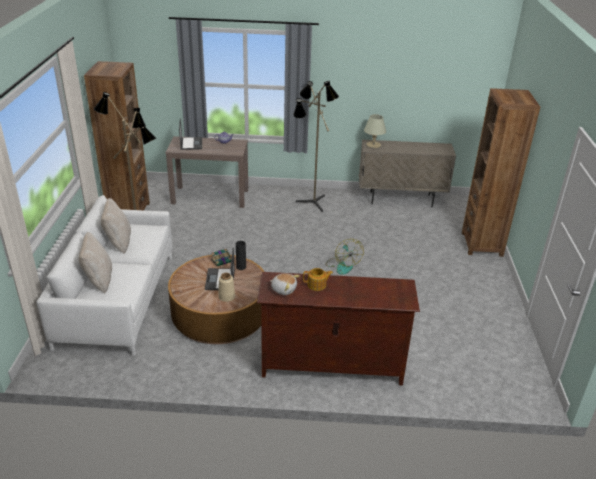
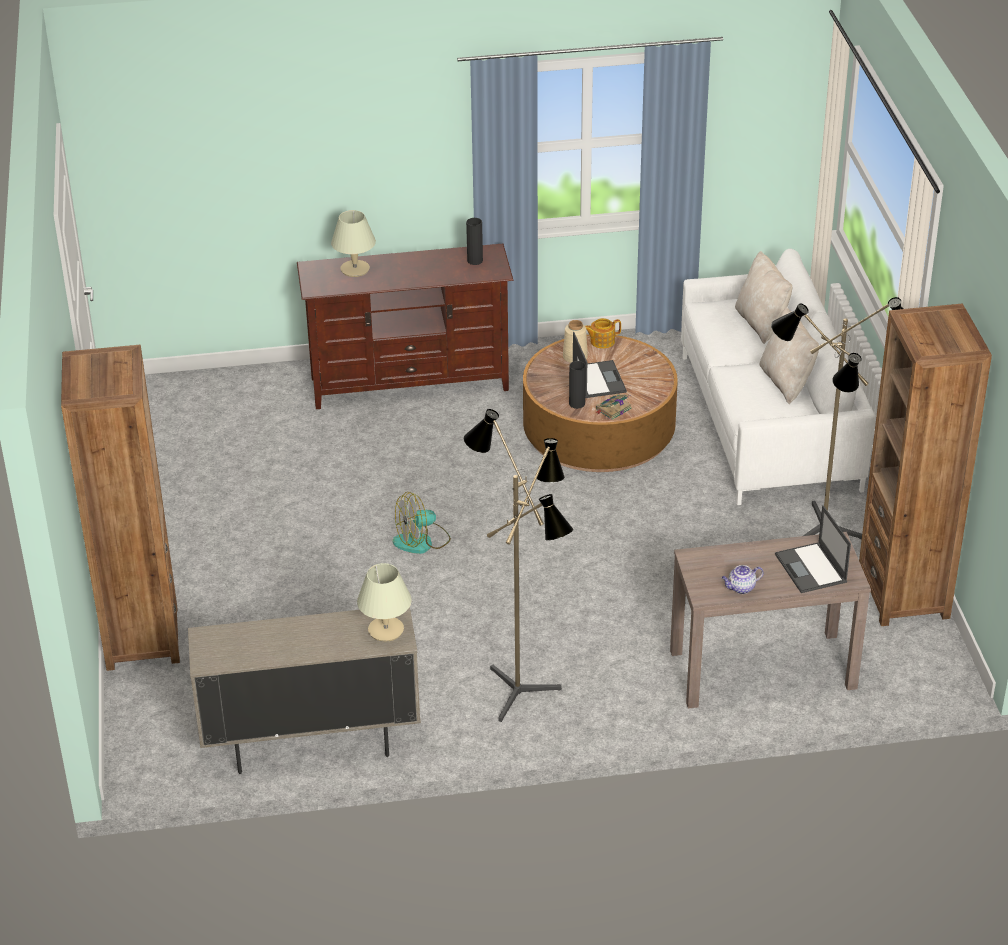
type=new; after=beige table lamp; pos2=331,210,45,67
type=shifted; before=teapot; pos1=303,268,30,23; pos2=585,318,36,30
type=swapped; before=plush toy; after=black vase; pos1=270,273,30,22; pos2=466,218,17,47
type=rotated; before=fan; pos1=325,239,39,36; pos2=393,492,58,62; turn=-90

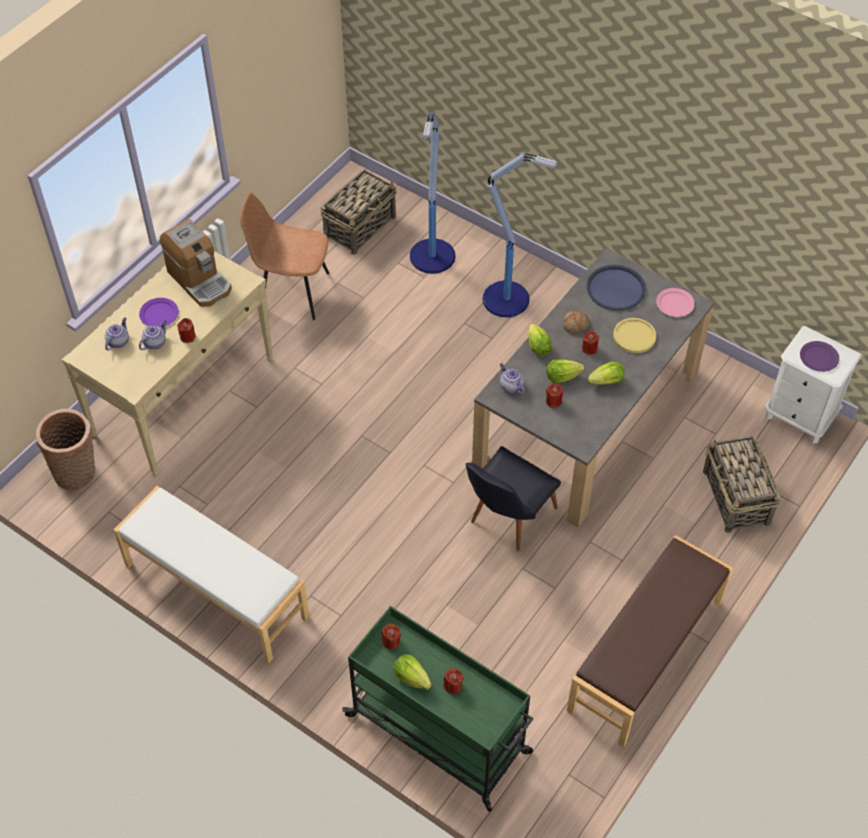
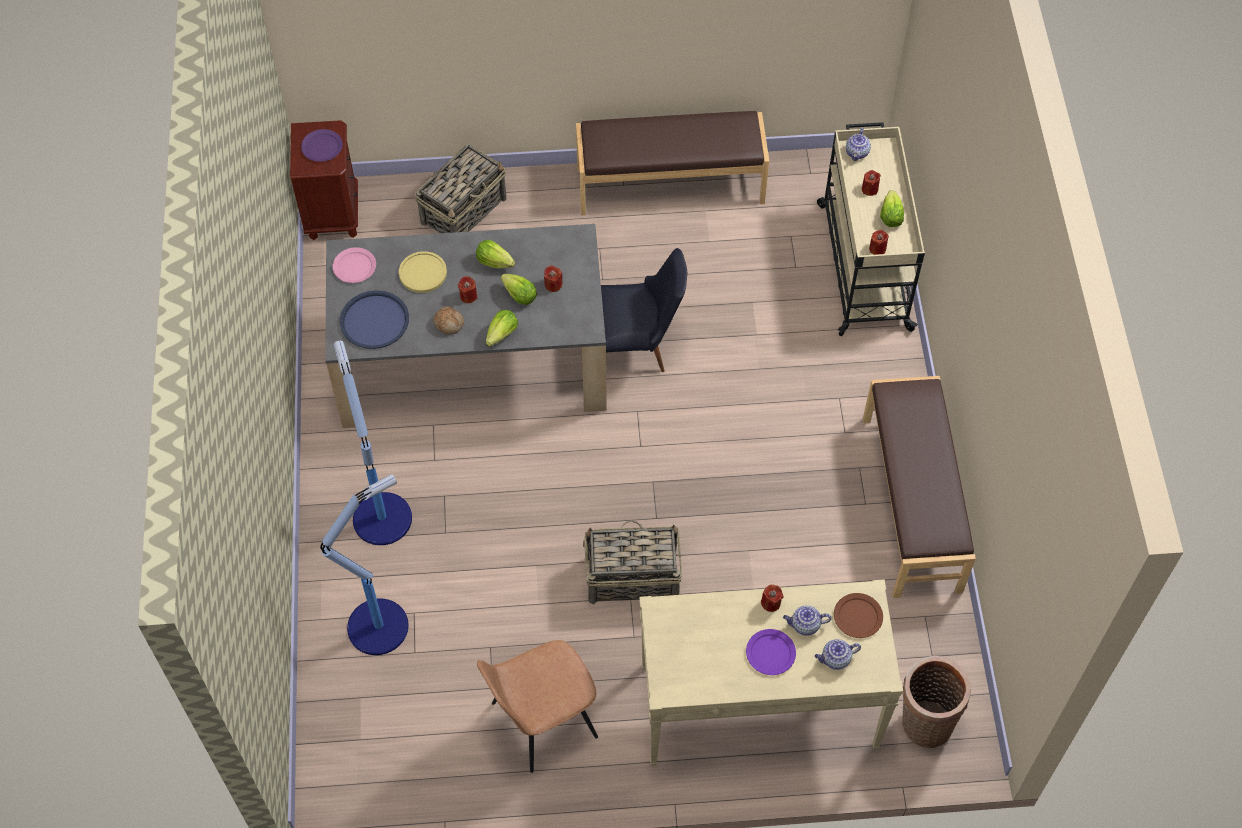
type=gone; before=coffee machine; pos1=160,219,72,88
type=new; after=brown plate; pos2=834,593,49,45
type=shifted; before=basket; pos1=320,169,77,86; pos2=583,520,99,84
type=shifted; before=teapot; pos1=500,363,25,32; pos2=846,128,25,33
type=repainted; before=white bench; after=brown bench; pos1=113,486,197,177; pos2=863,376,113,222
type=repainted; before=green cart; after=beige cart; pos1=342,606,191,206; pos2=817,122,108,214
type=repainted; before=white nightstand; after=brown nightstand; pos1=765,326,97,118; pos2=290,120,68,120
type=rotated; before=brown chair; pos1=240,193,89,127; pos2=477,640,121,133; turn=90

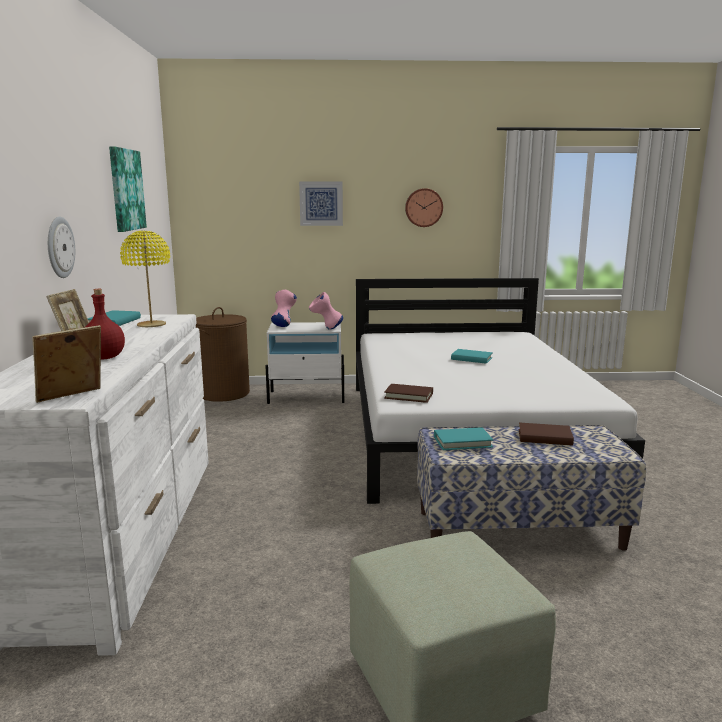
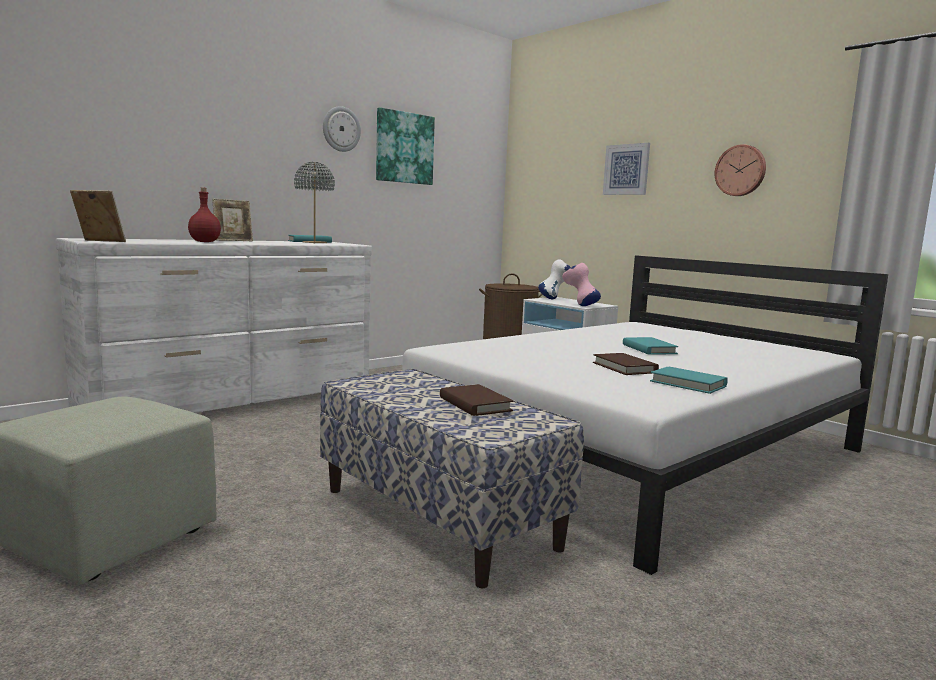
type=shifted; before=wall clock; pos1=48,217,27,61; pos2=323,106,38,46
type=shifted; before=brown book; pos1=384,384,49,19; pos2=593,353,66,22
type=shifted; before=turquoise book; pos1=434,427,59,23; pos2=650,367,78,27
type=repainted; before=yellow table lamp; after=grey table lamp; pos1=120,230,50,97; pos2=294,162,41,82
type=repainted; before=pink vase; after=white vase; pos1=271,290,26,37; pos2=538,259,33,40

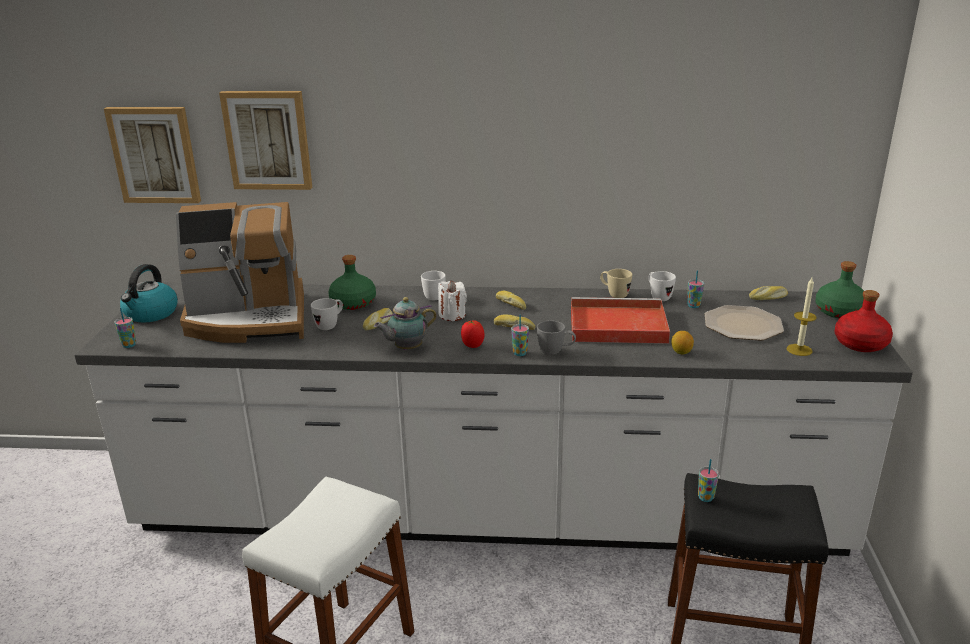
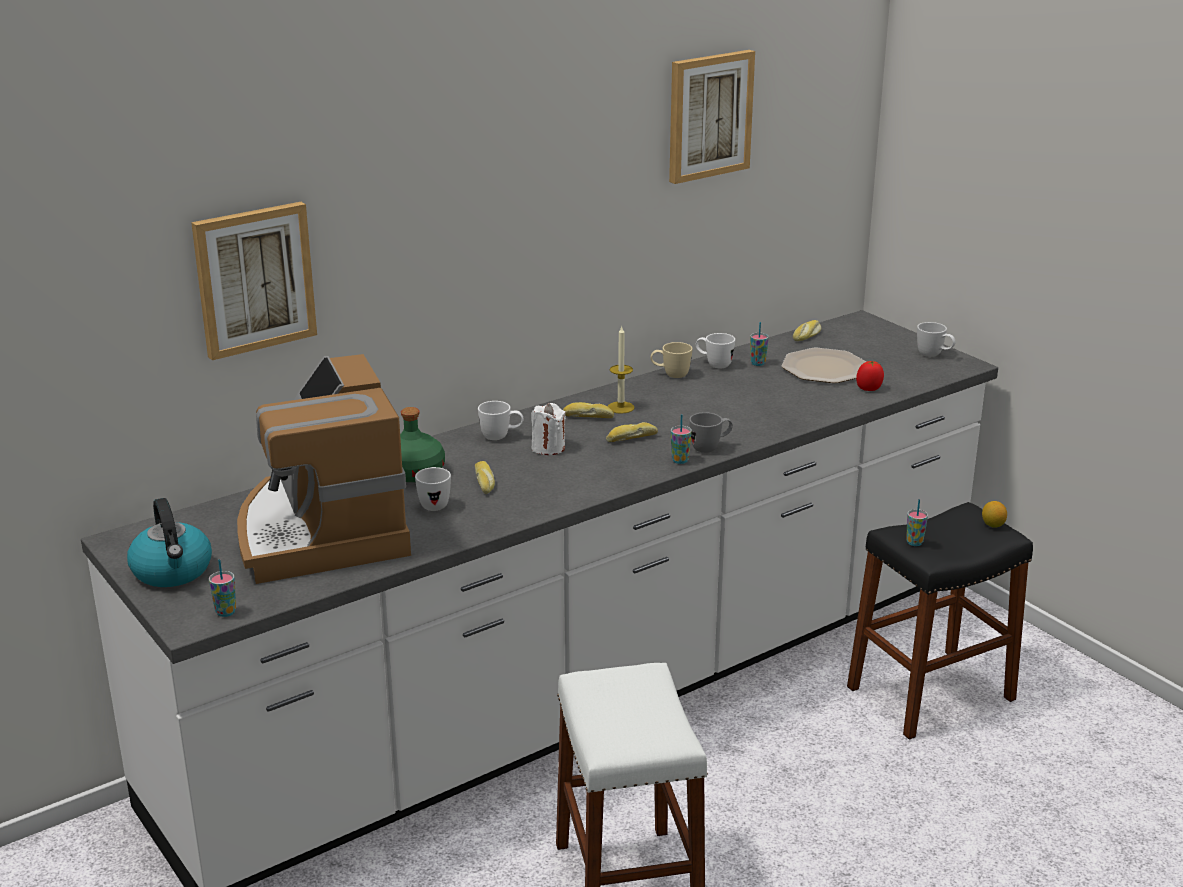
type=gone; before=teapot; pos1=374,297,63,53
type=gone; before=red tray; pos1=571,297,99,47
type=gone; before=green bottle; pos1=815,261,49,58
type=shifted; before=picture; pos1=104,107,97,96; pos2=669,50,86,134
type=shifted; before=tomato; pos1=461,320,24,28; pos2=856,361,28,30
type=shifted; before=lemon; pos1=671,331,23,24; pos2=982,501,25,27
type=shifted; before=candle; pos1=787,278,30,78; pos2=608,325,27,89
type=swapped; before=red bottle; after=white mug; pos1=834,290,59,62; pos2=917,322,39,35
type=rotated; before=coffee machine; pos1=176,202,128,141; pos2=237,354,174,230; turn=120

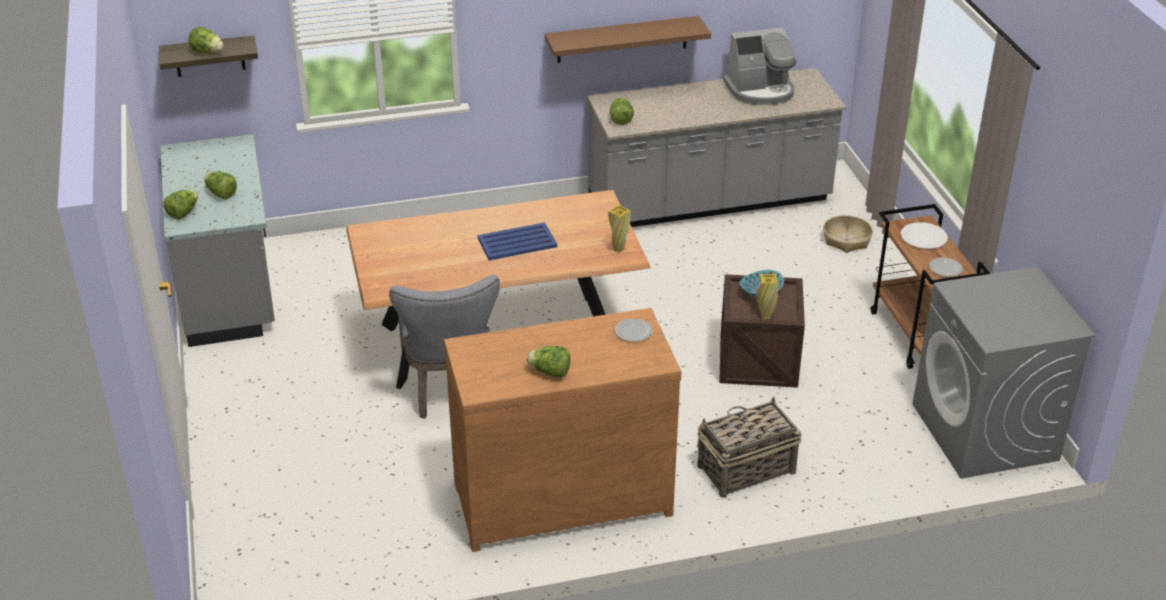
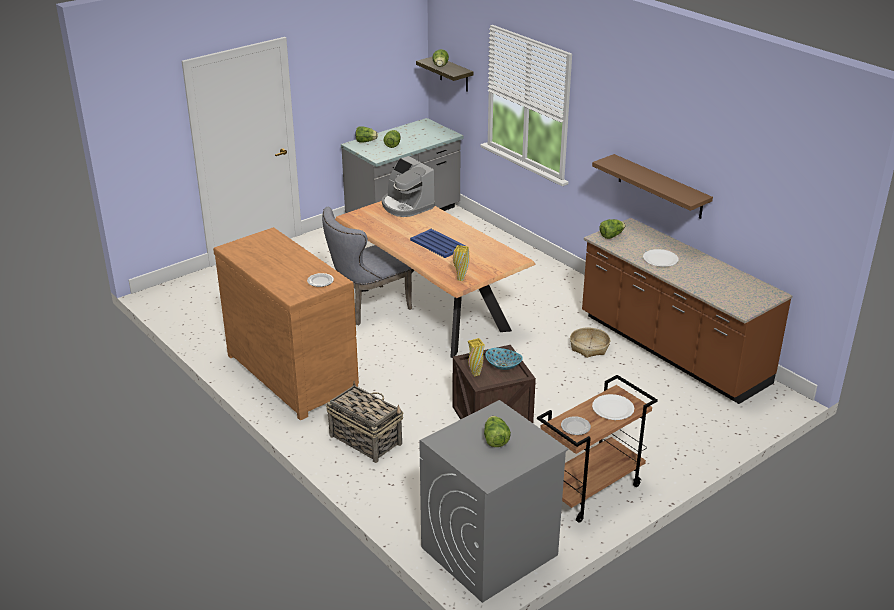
type=new; after=white plate; pos2=643,249,36,18
type=shifted; before=lettuce; pos1=526,346,44,32; pos2=484,416,27,31
type=shifted; before=coffee machine; pos1=723,27,73,78; pos2=382,156,53,61
type=shifted; before=basket; pos1=823,215,50,38; pos2=570,328,40,30
type=repainted; before=grey counter; after=brown counter; pos1=587,68,259,159; pos2=582,218,211,186

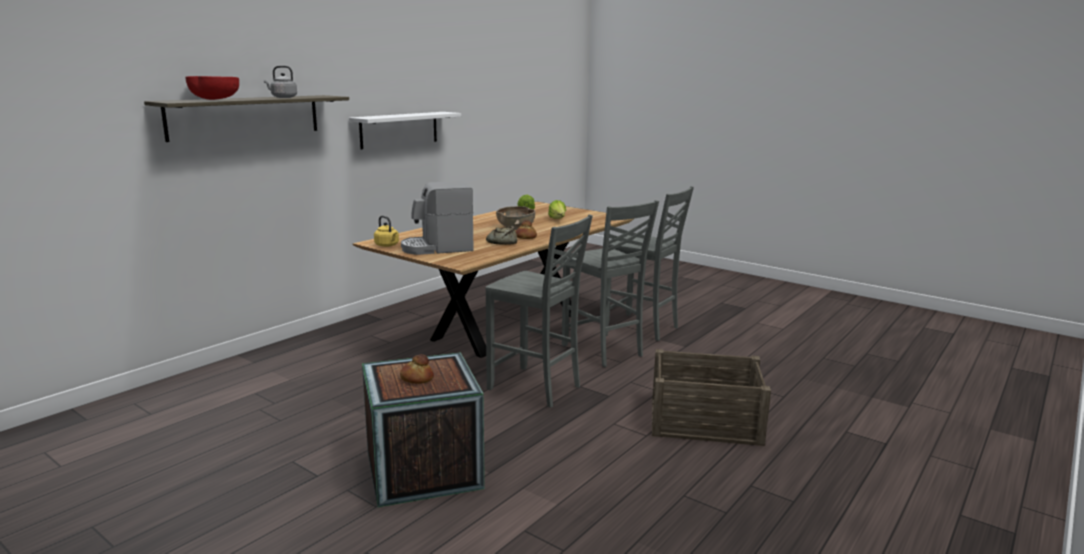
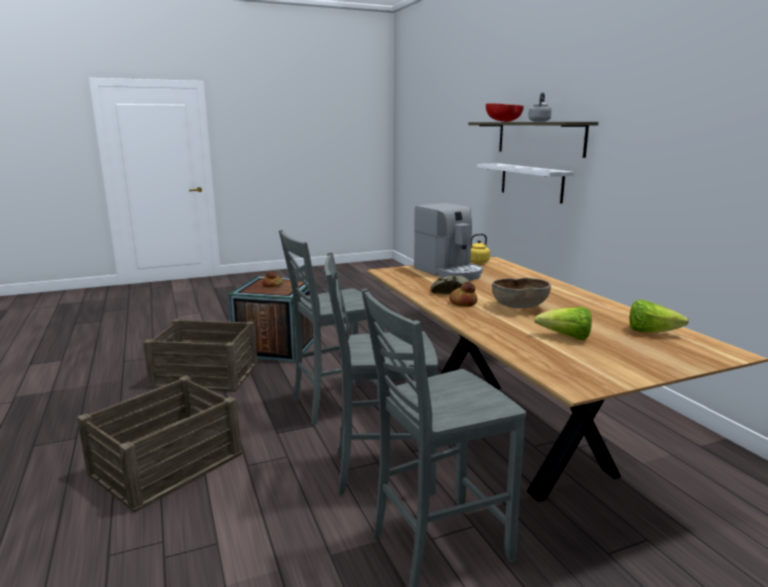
type=new; after=crate; pos2=143,319,115,73
type=shifted; before=white shelf; pos1=349,112,112,37; pos2=477,163,97,41
type=rotated; before=coffee machine; pos1=401,181,73,74; pos2=414,203,68,78; turn=135

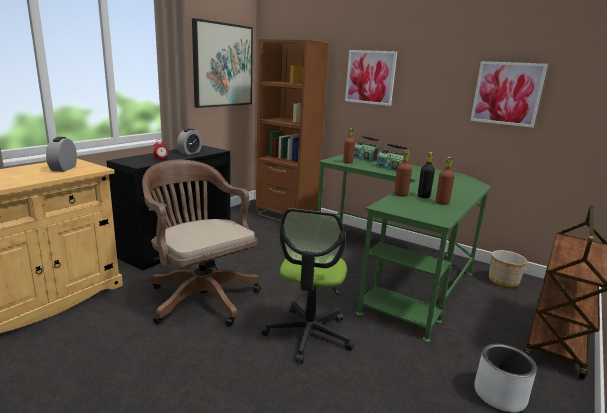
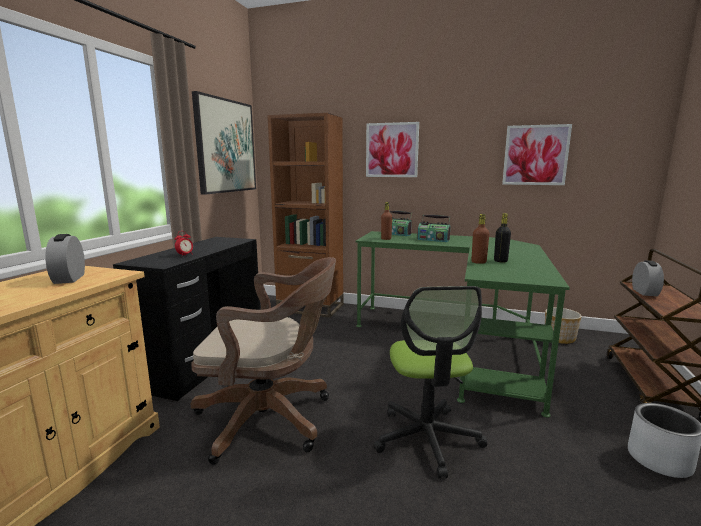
type=gone; before=brown bottle; pos1=436,157,19,48
type=shifted; before=alarm clock; pos1=177,129,25,26; pos2=632,260,32,36
type=rotated; before=brown office chair; pos1=142,160,119,167; pos2=191,257,145,208; turn=150

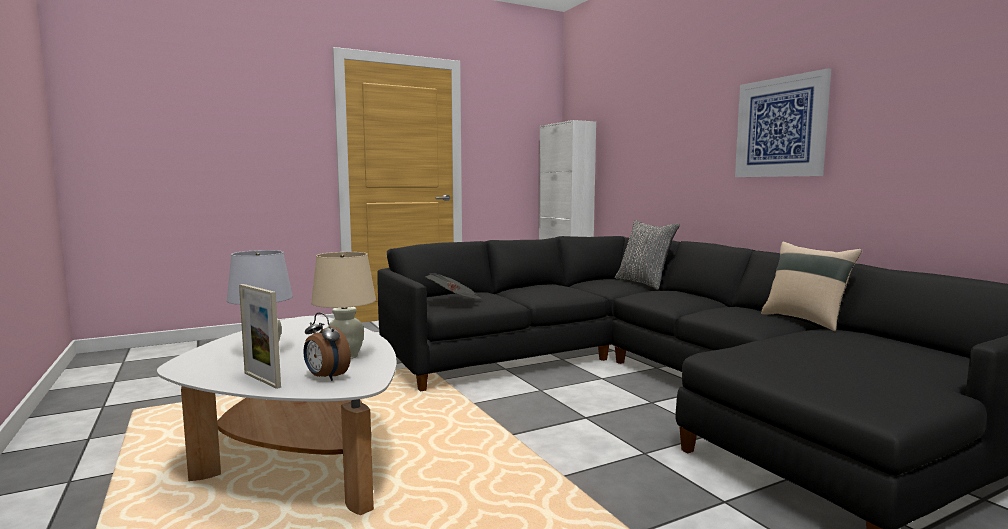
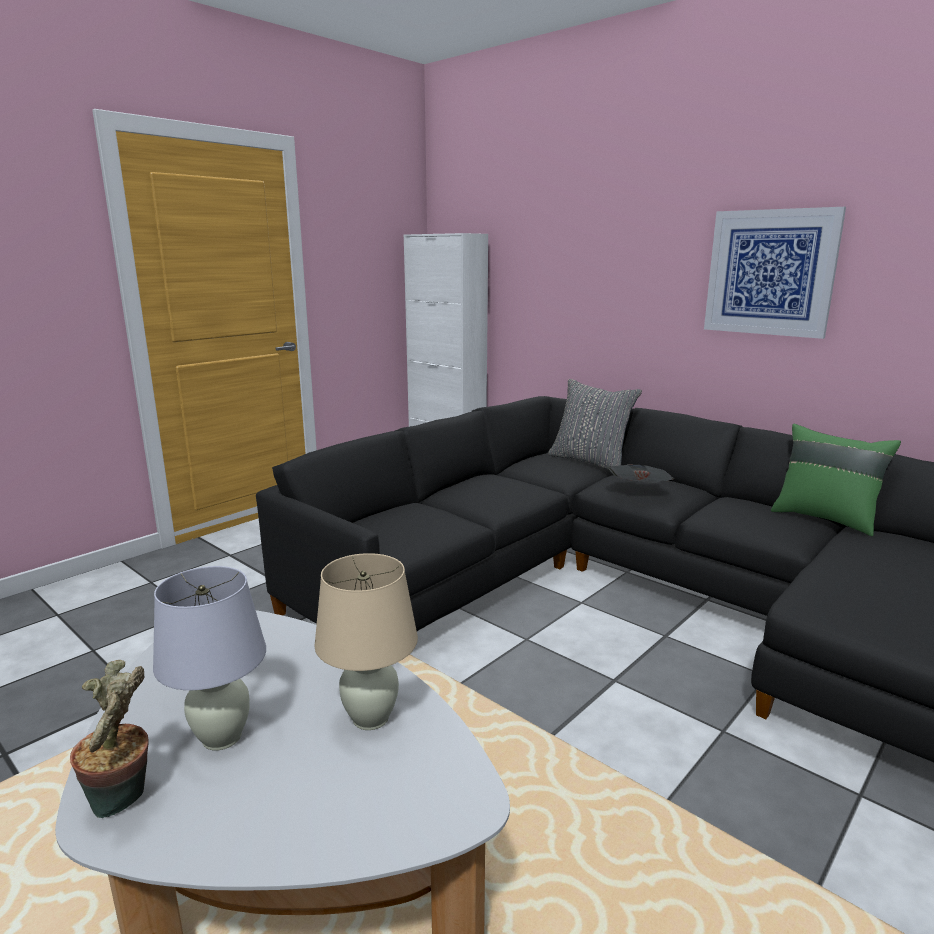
type=gone; before=picture frame; pos1=239,284,42,105
type=gone; before=alarm clock; pos1=303,312,48,69
type=new; after=potted plant; pos2=70,660,79,158
type=shifted; before=newspaper; pos1=425,273,56,26; pos2=606,465,68,18
type=repainted; before=beige pillow; after=green pillow; pos1=761,241,101,90; pos2=771,424,130,112

